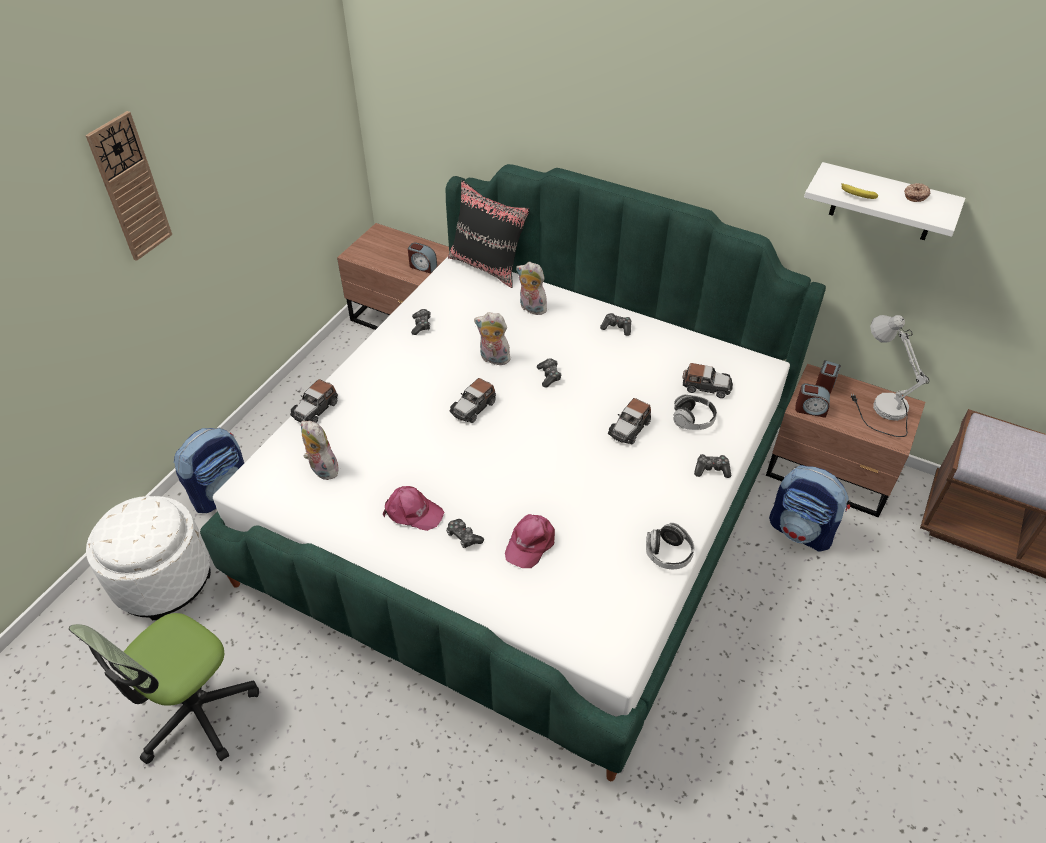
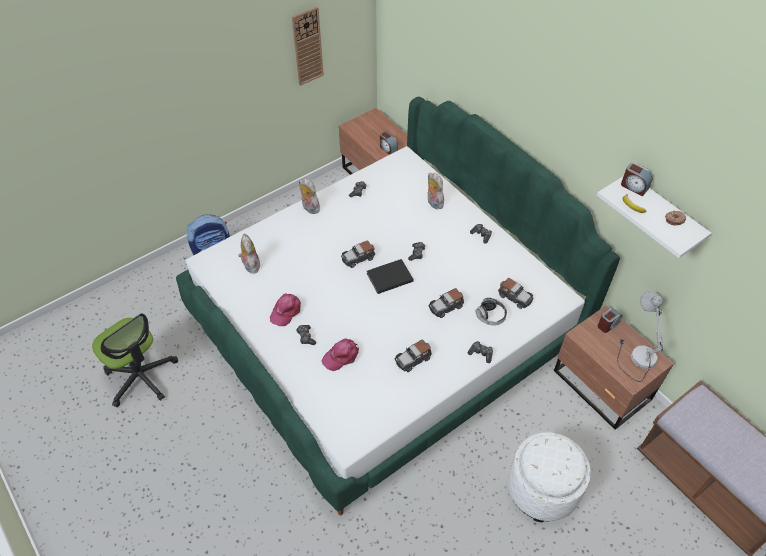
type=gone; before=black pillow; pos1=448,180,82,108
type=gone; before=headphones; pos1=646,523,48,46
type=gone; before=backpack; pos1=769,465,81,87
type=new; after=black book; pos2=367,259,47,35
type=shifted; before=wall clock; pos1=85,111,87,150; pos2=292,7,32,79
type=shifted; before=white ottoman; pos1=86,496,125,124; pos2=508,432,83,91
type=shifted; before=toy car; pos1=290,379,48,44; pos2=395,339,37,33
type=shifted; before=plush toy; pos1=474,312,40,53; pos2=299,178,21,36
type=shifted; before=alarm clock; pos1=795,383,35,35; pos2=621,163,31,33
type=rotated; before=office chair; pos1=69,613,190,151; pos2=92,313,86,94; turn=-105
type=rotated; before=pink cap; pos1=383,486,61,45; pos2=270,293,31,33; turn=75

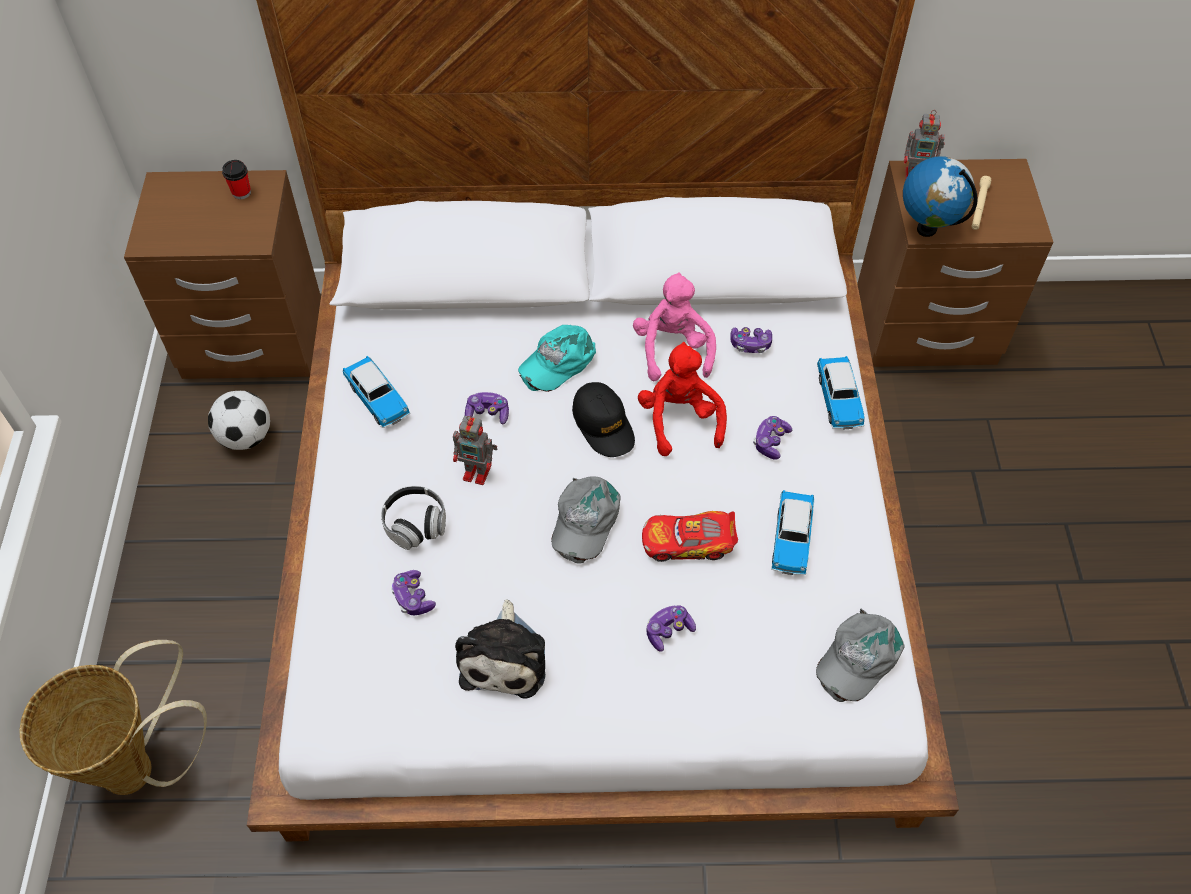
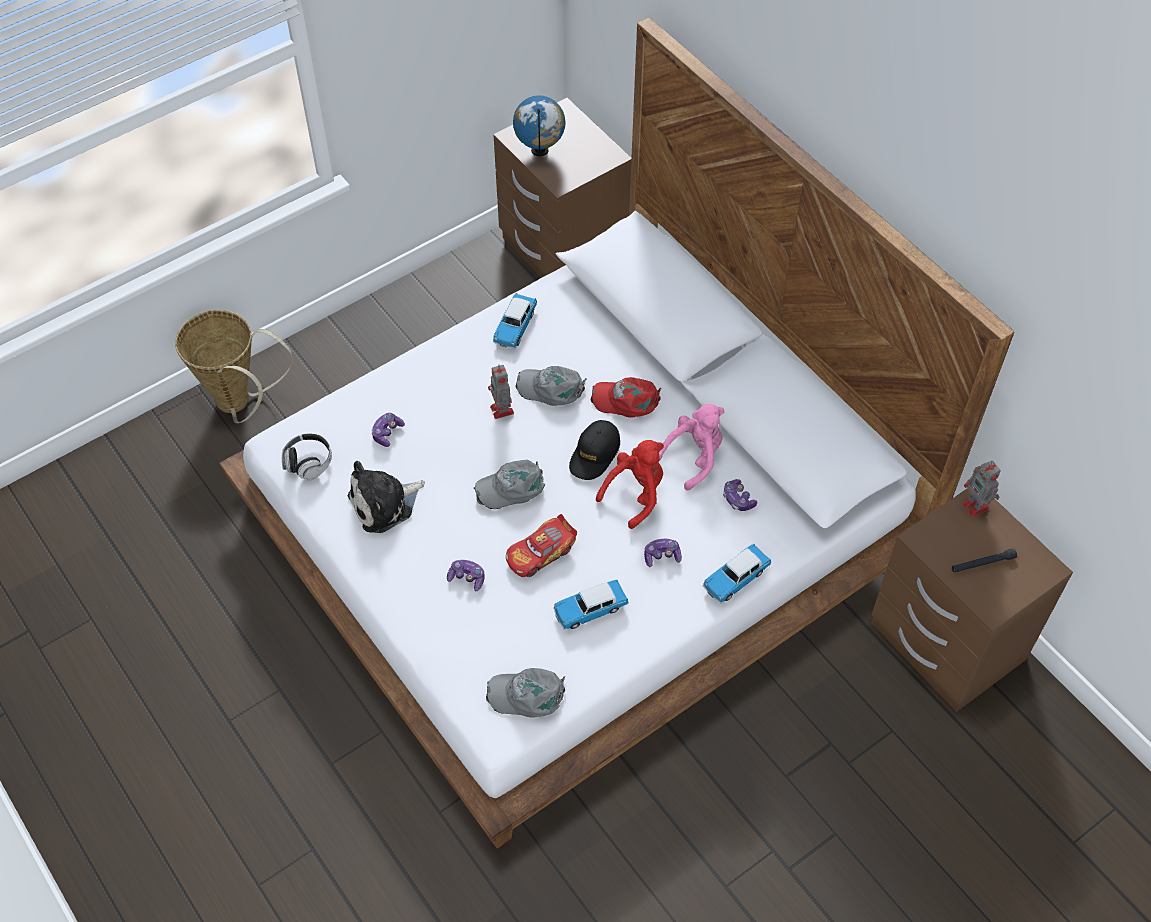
type=gone; before=football; pos1=208,391,62,59
type=gone; before=cup; pos1=222,160,29,39
type=shifted; before=headphones; pos1=381,486,65,64; pos2=282,433,50,48
type=shifted; before=globe; pos1=903,156,75,81; pos2=513,95,53,61
type=swapped; before=game controller; after=grey cap; pos1=465,392,44,33; pos2=516,366,71,40
type=repainted; before=turquoise cap; after=red cap; pos1=518,325,78,67; pos2=591,377,70,40
type=repainted; before=beige flashlight; after=black flashlight; pos1=971,176,20,54; pos2=952,548,65,25
type=rotated; before=toy car; pos1=642,511,96,51; pos2=506,514,71,63; turn=-90

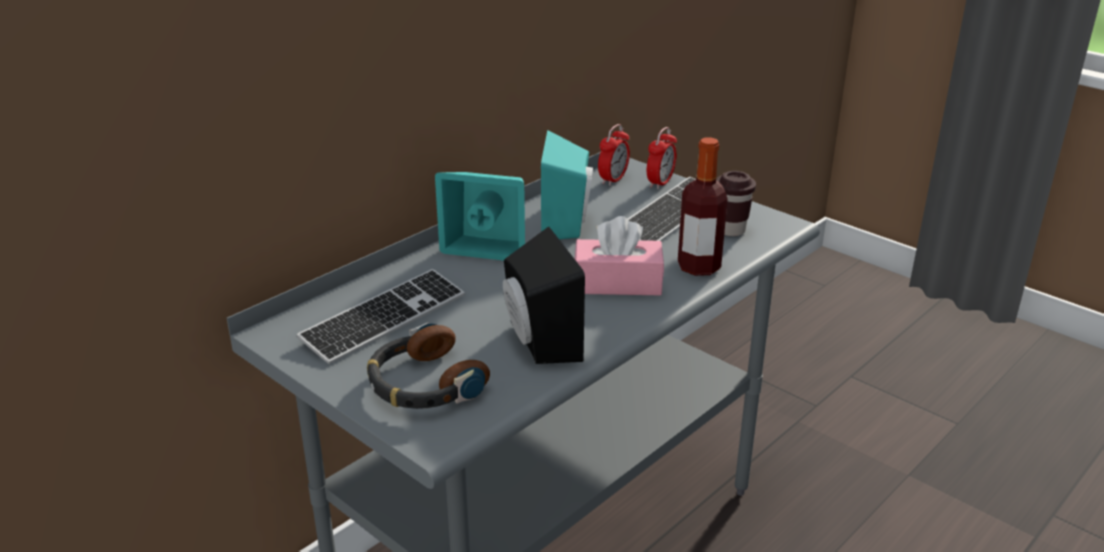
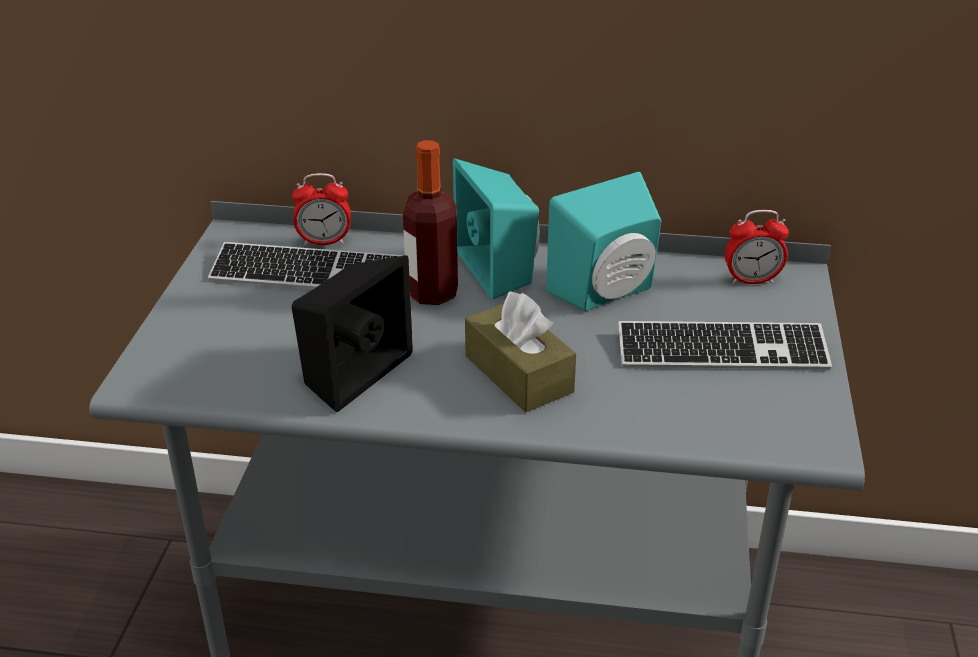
type=gone; before=headphones; pos1=367,322,123,87
type=gone; before=brown cup; pos1=716,171,40,65
type=shifted; before=alarm clock; pos1=647,127,30,63; pos2=292,173,59,73
type=shifted; before=bottle; pos1=678,137,50,139; pos2=403,140,55,165
type=repainted; before=pink tissue box; after=brown tissue box; pos1=575,216,89,79; pos2=465,292,111,120

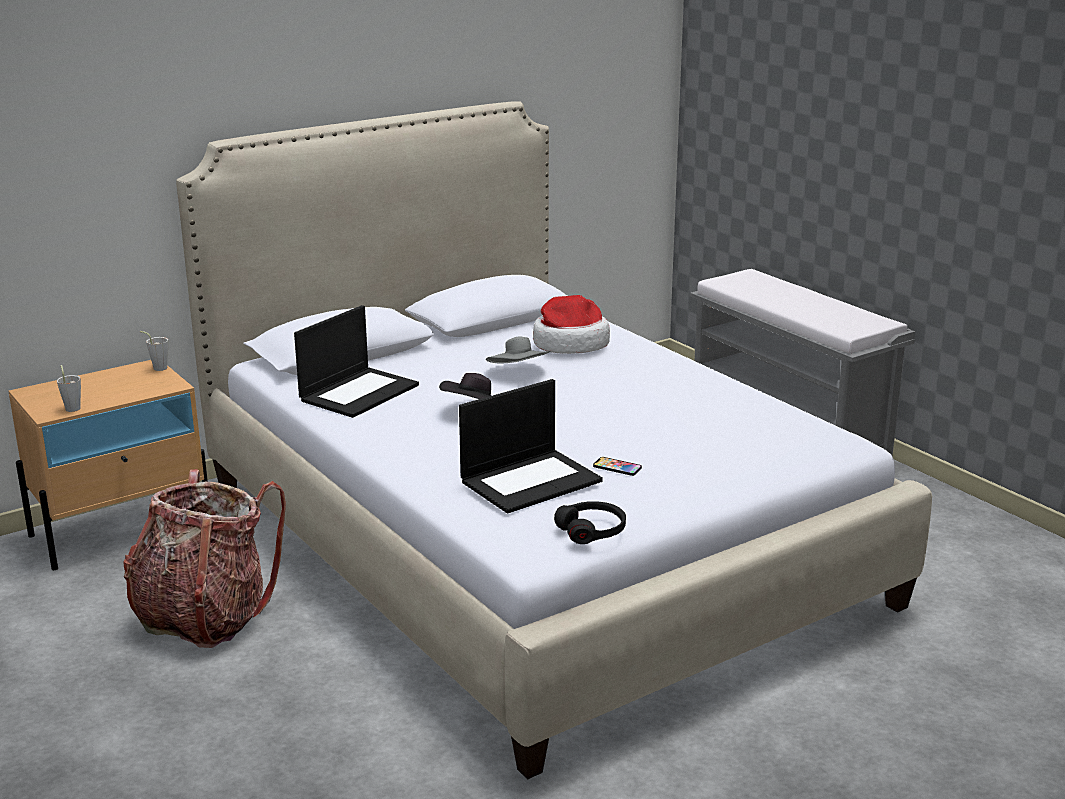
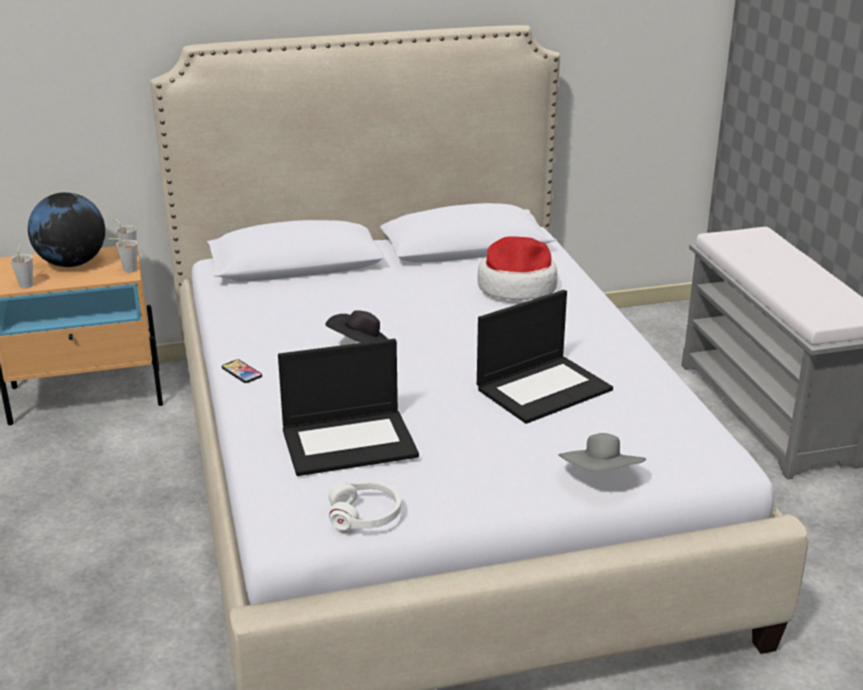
type=gone; before=backpack; pos1=123,469,163,179
type=new; after=globe; pos2=28,192,77,75
type=new; after=grey cup; pos2=108,238,30,35
type=shifted; before=laptop; pos1=294,305,125,113; pos2=477,290,136,134
type=shifted; before=grey hat; pos1=486,337,64,27; pos2=558,433,88,38
type=shifted; before=phone; pos1=593,457,49,19; pos2=222,359,40,24
type=repainted; before=black headphones; after=white headphones; pos1=554,501,72,43; pos2=329,481,72,49

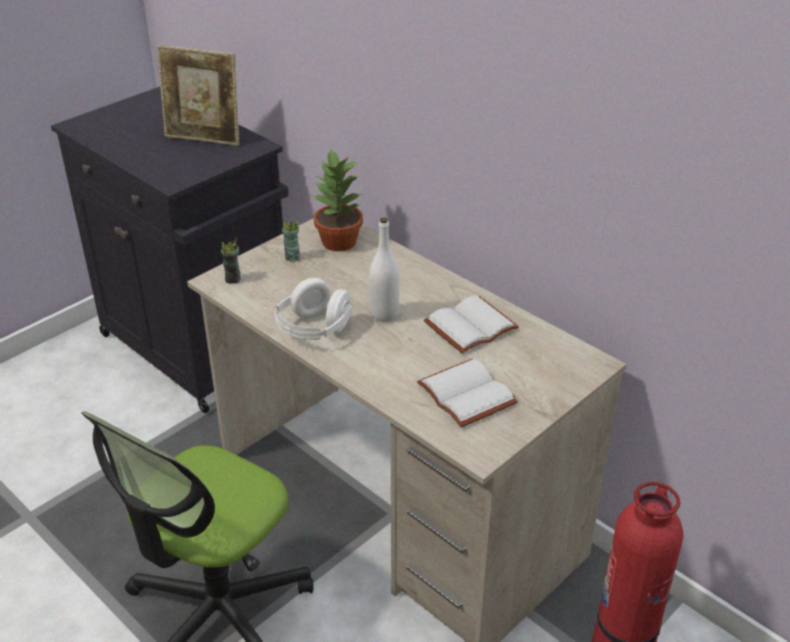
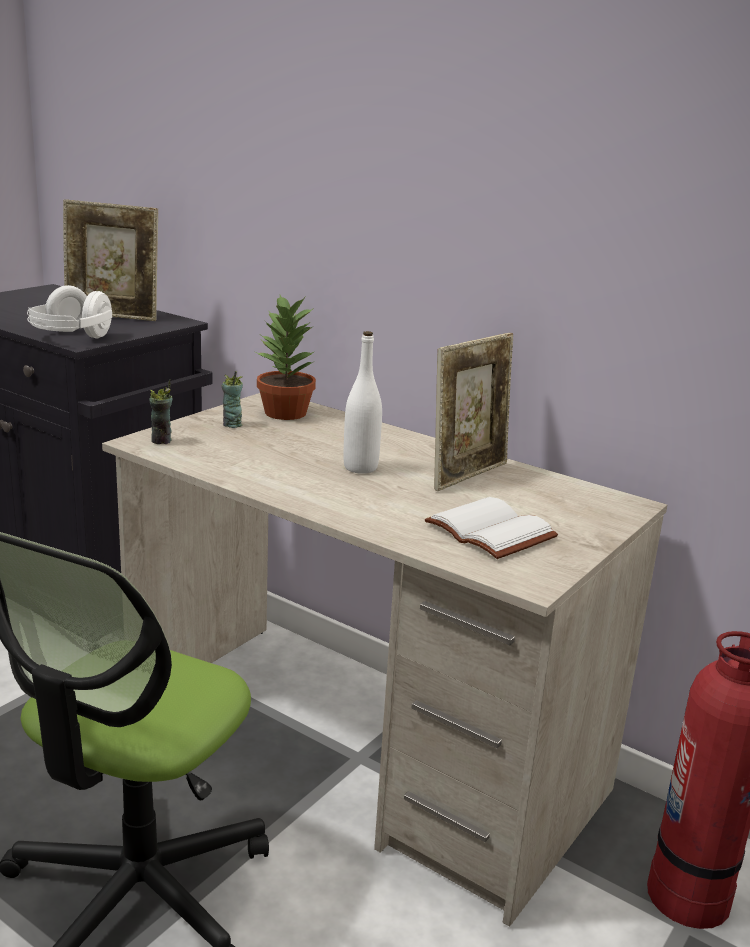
type=shifted; before=white headphones; pos1=275,278,77,62; pos2=27,285,85,53
type=swapped; before=white book; after=picture frame; pos1=424,295,95,58; pos2=434,333,79,158

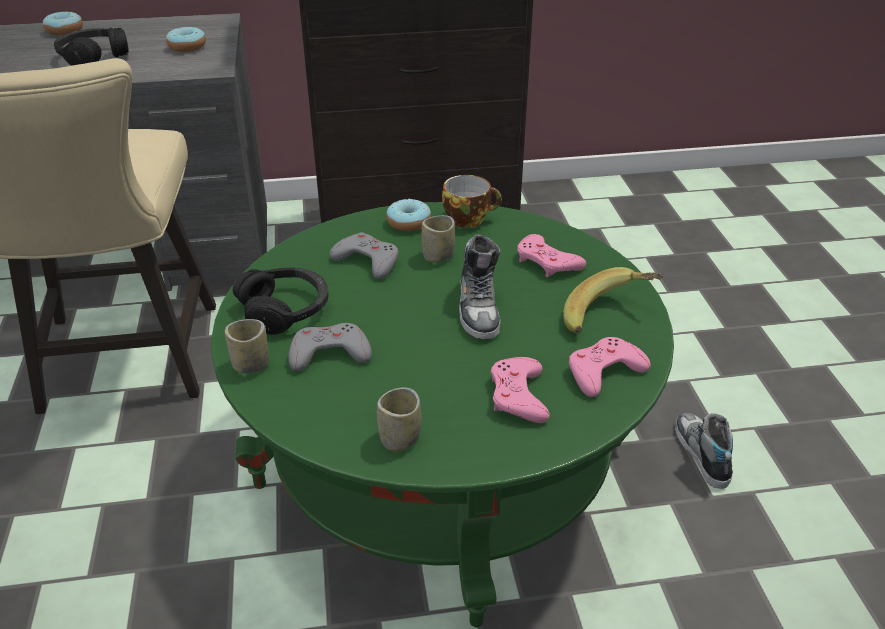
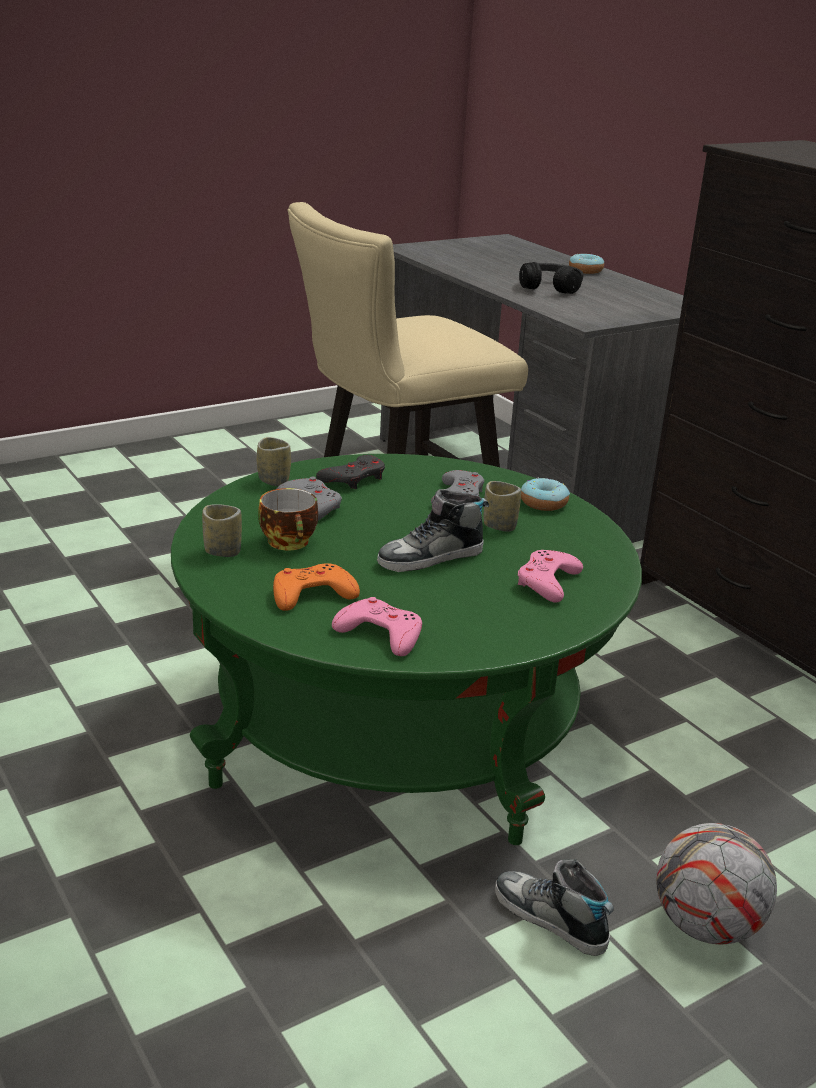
type=gone; before=donut; pos1=166,27,40,25
type=gone; before=banana; pos1=563,267,100,66
type=new; after=football; pos2=656,823,121,121
type=shifted; before=cup; pos1=442,175,60,53; pos2=258,488,60,63
type=swapped; before=black headphones; after=grey game controller; pos1=233,268,96,67; pos2=316,455,69,34
type=repainted; before=pink game controller; after=orange game controller; pos1=491,357,59,66; pos2=273,563,87,48
type=rotated; before=shoe; pos1=675,412,58,77; pos2=495,859,119,97; turn=-105

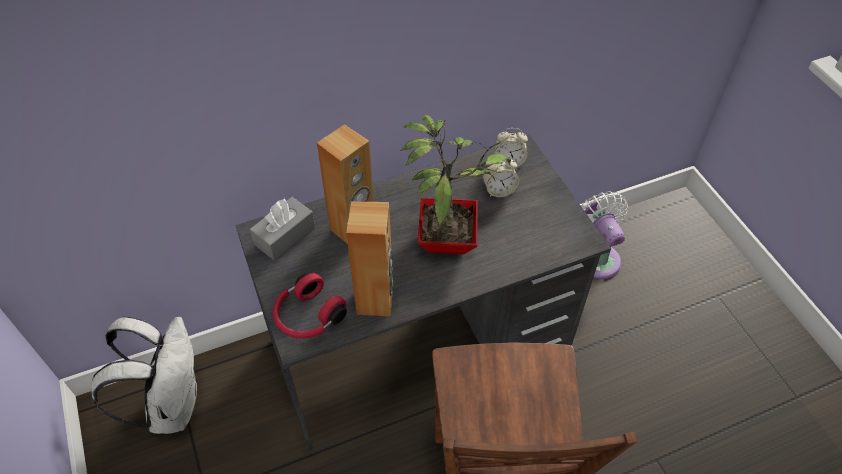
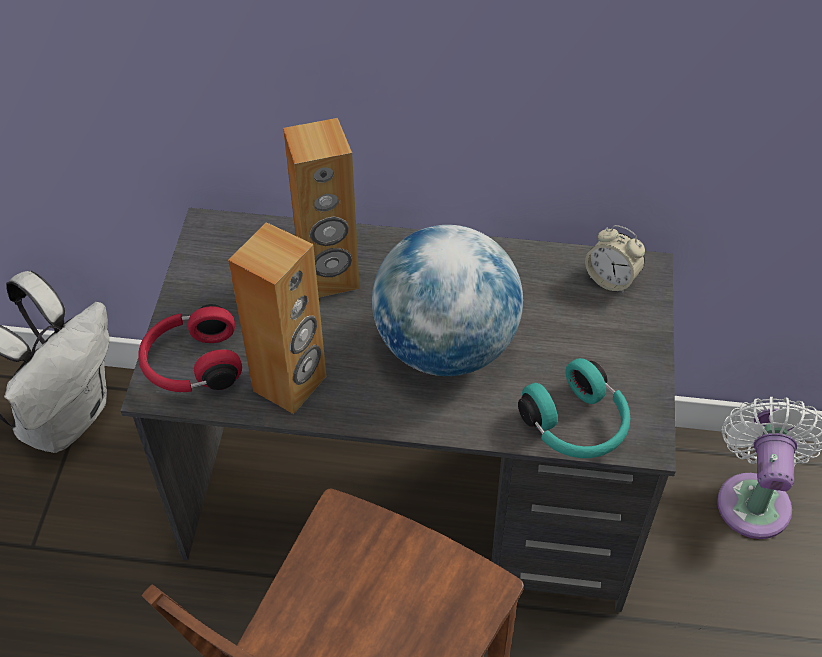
type=gone; before=grey tissue box; pos1=250,197,65,63
type=gone; before=alarm clock; pos1=483,156,36,41
type=new; after=turquoise headphones; pos2=518,358,112,100
type=swapped; before=potted plant; after=globe; pos1=401,115,110,139; pos2=372,225,151,151

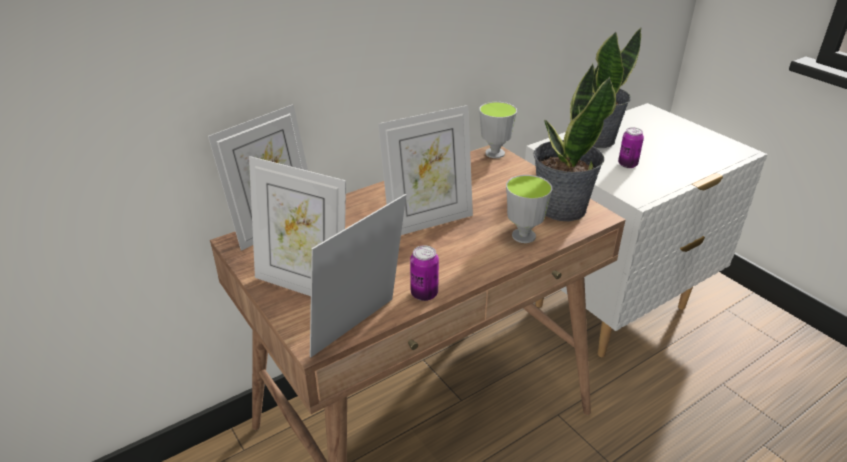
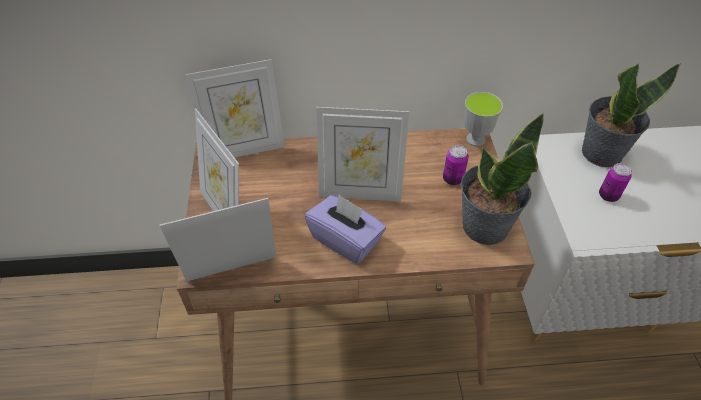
type=gone; before=cup; pos1=506,175,46,68
type=new; after=purple tissue box; pos2=305,194,81,70
type=shifted; before=can; pos1=410,245,29,56; pos2=443,145,26,40

